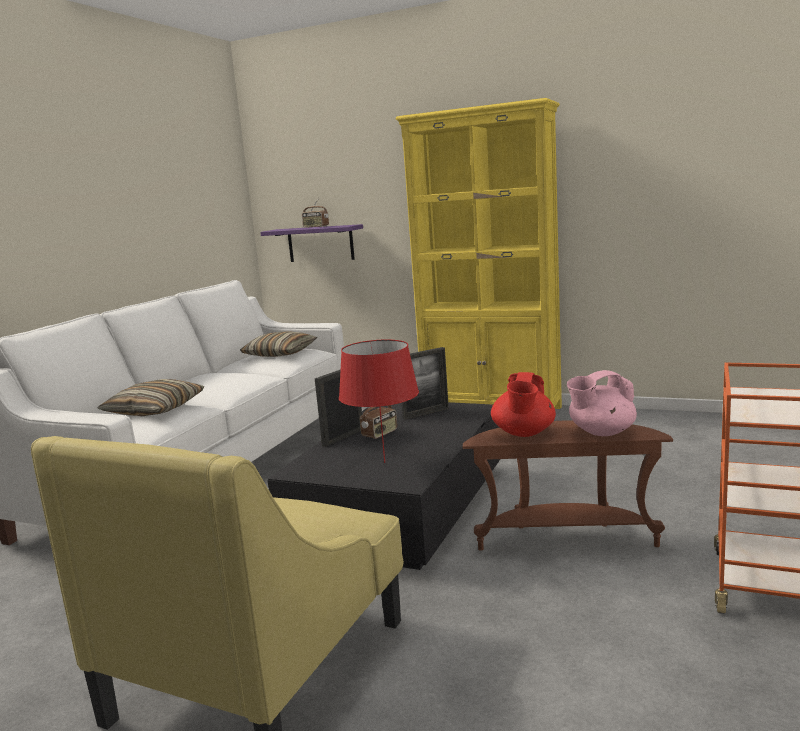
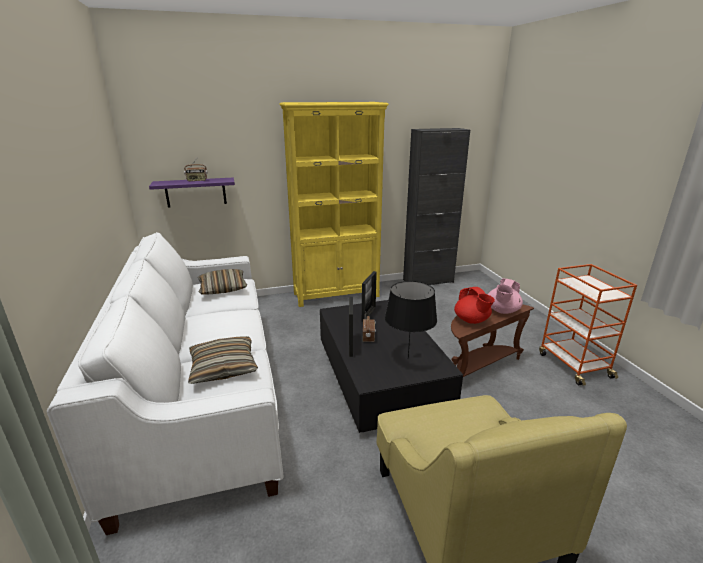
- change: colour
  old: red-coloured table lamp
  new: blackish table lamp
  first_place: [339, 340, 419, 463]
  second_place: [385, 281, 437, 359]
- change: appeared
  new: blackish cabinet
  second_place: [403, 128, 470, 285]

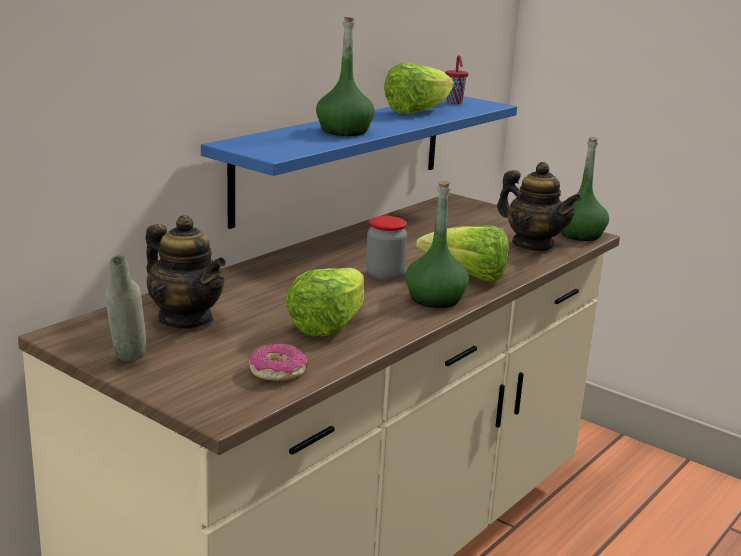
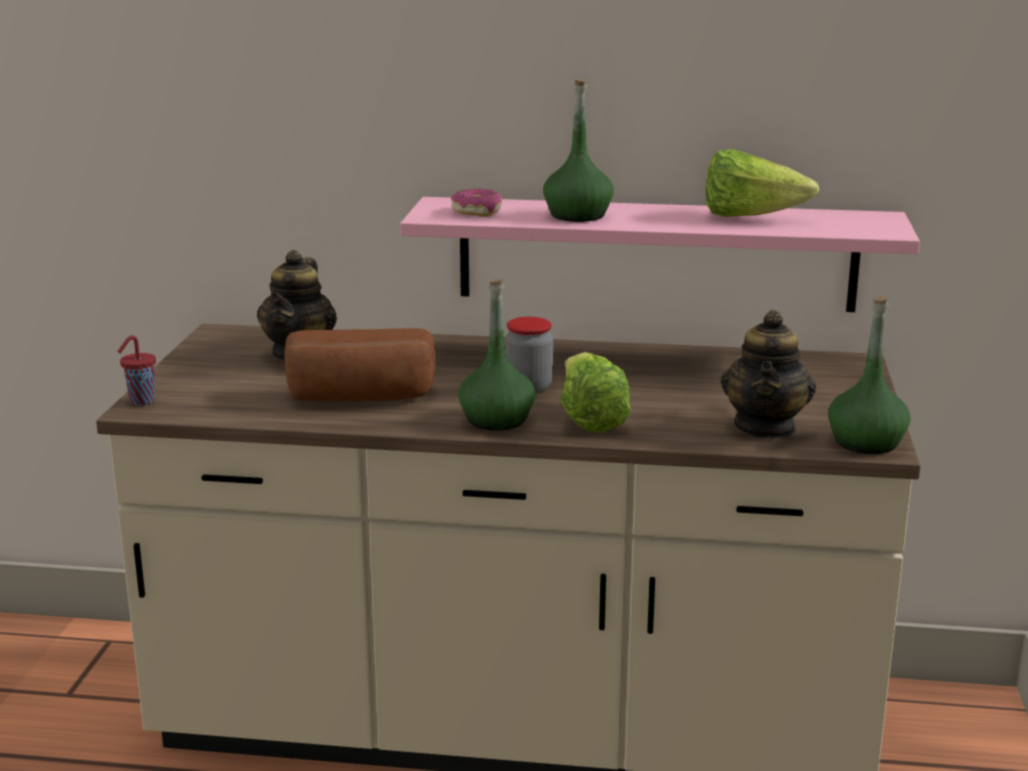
- change: relocated
  old: red-coloured small cup
  first_place: [445, 55, 468, 104]
  second_place: [118, 335, 156, 406]
- change: exchanged
  old: lettuce
  new: baked bread
  first_place: [285, 268, 364, 337]
  second_place: [284, 328, 435, 402]
- change: colour
  old: blue wall shelf
  new: pink-coloured wall shelf
  first_place: [201, 96, 517, 229]
  second_place: [400, 197, 920, 312]
- change: relocated
  old: donut
  first_place: [248, 343, 308, 381]
  second_place: [451, 189, 502, 217]
- change: missing
  old: greyish drink bottle
  first_place: [105, 256, 147, 362]

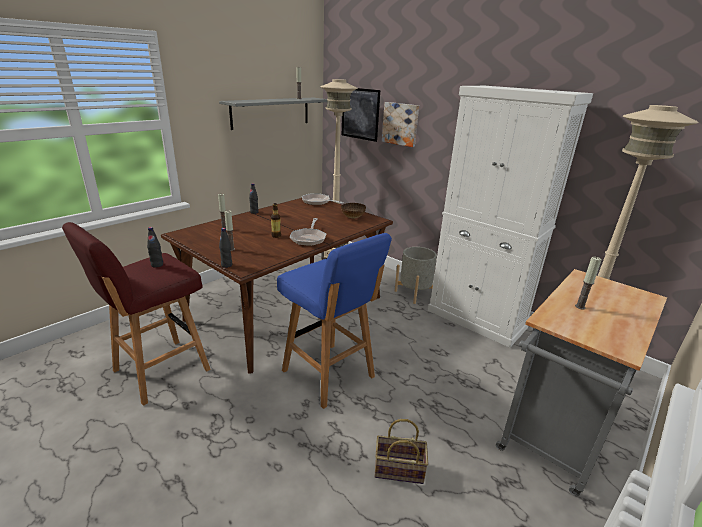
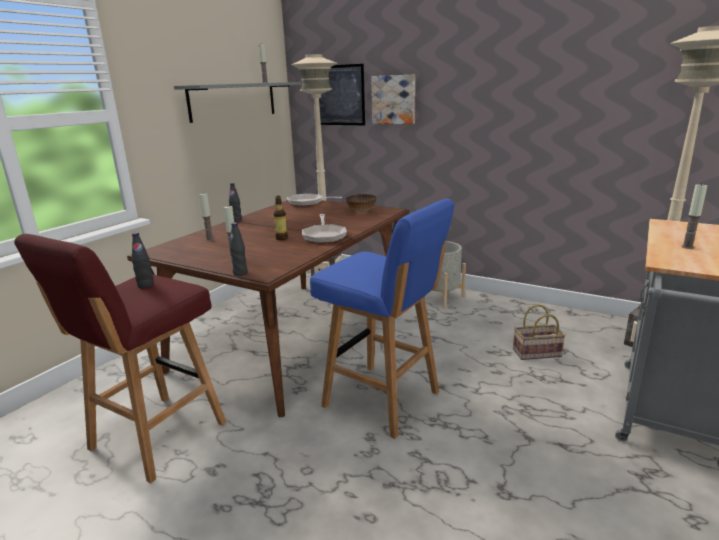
- change: relocated
  old: basket
  first_place: [375, 419, 428, 484]
  second_place: [513, 304, 566, 360]
- change: missing
  old: white cabinet
  first_place: [428, 86, 593, 348]

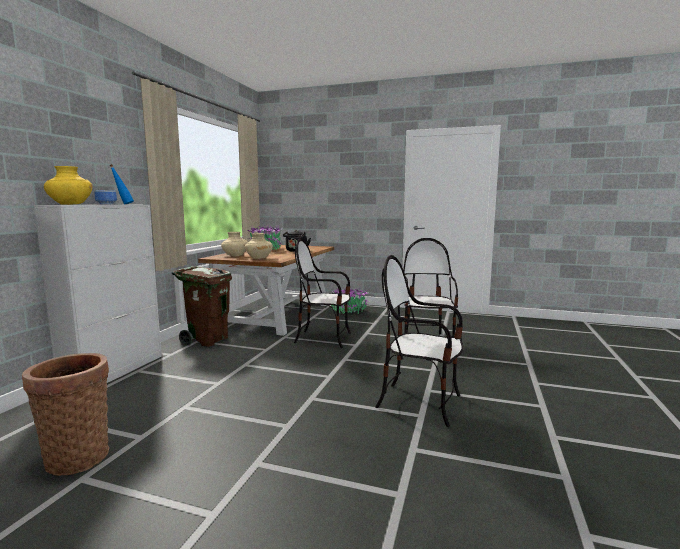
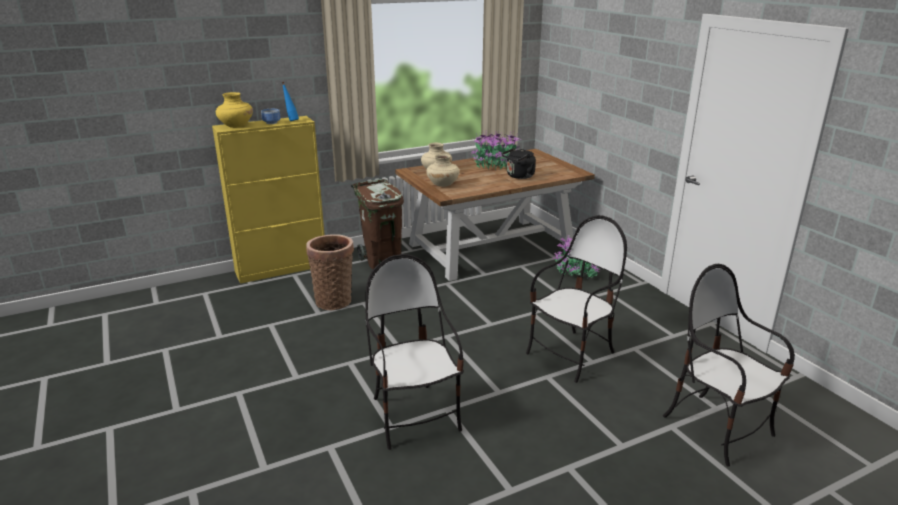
- change: colour
  old: white cabinet
  new: yellow-coloured cabinet
  first_place: [34, 205, 162, 383]
  second_place: [212, 116, 325, 284]
- change: relocated
  old: basket
  first_place: [22, 353, 109, 476]
  second_place: [306, 234, 354, 310]
- change: relocated
  old: chair
  first_place: [294, 239, 351, 348]
  second_place: [663, 264, 795, 466]

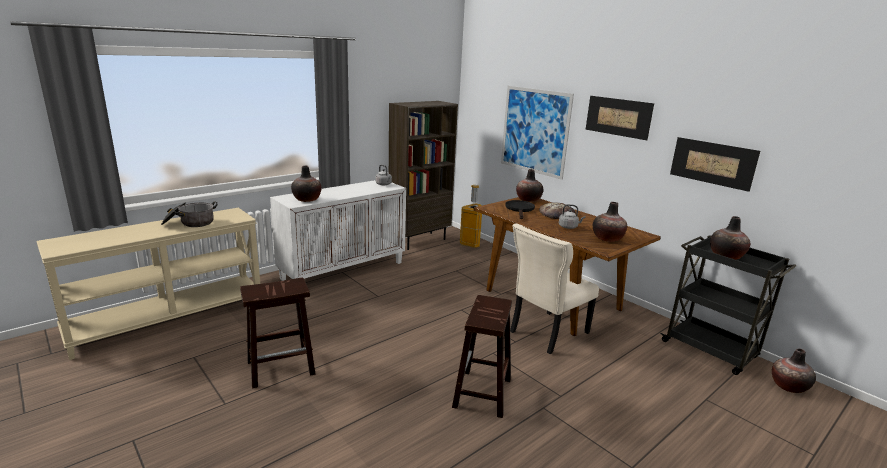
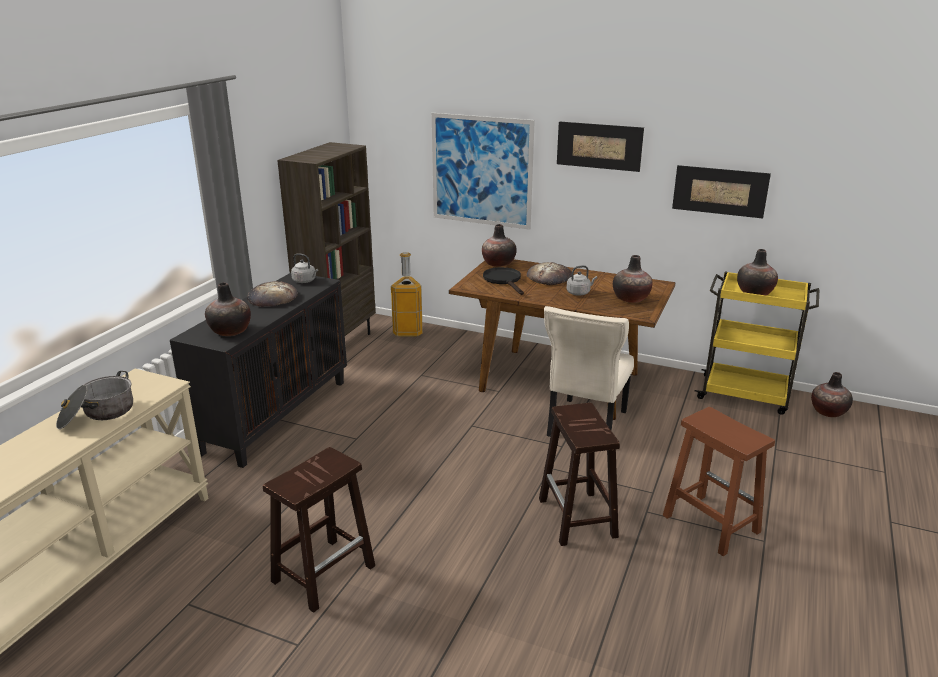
- change: colour
  old: white cabinet
  new: blackish cabinet
  first_place: [270, 180, 406, 281]
  second_place: [170, 273, 347, 468]
- change: appeared
  new: baked bread
  second_place: [247, 281, 298, 307]
- change: appeared
  new: brown-coloured stool seat
  second_place: [663, 407, 775, 556]
- change: colour
  old: blackish wheeled cart
  new: yellow-coloured wheeled cart
  first_place: [660, 235, 796, 375]
  second_place: [695, 271, 819, 415]

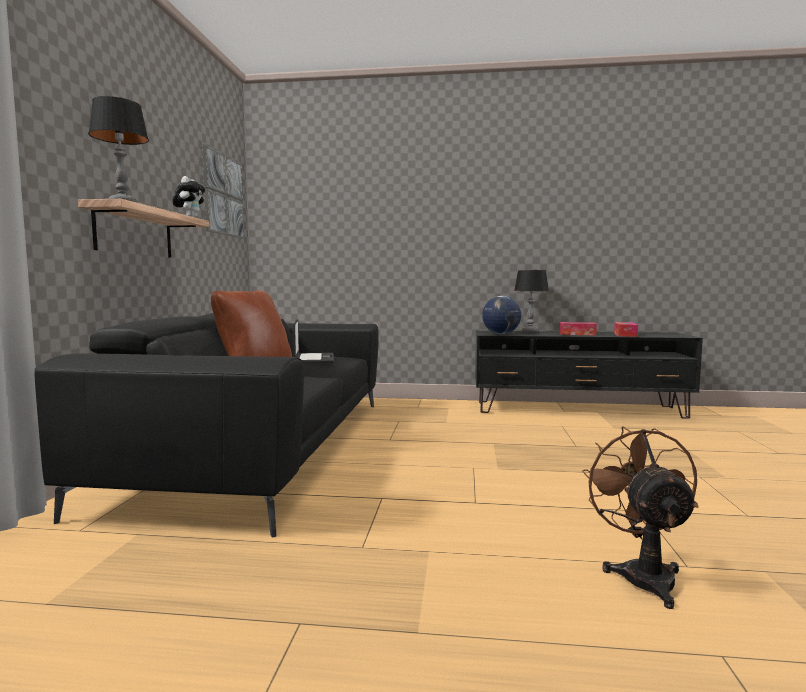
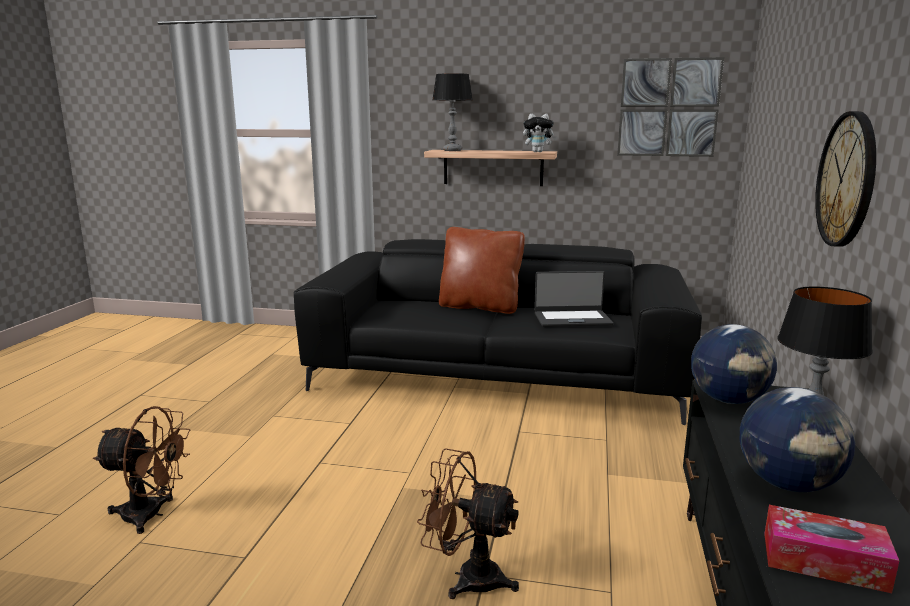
- change: appeared
  new: brown-coloured electric fan
  second_place: [417, 448, 519, 599]
- change: exchanged
  old: tissue holder
  new: world globe
  first_place: [559, 322, 597, 335]
  second_place: [740, 387, 855, 492]
- change: appeared
  new: wall clock
  second_place: [815, 111, 876, 247]

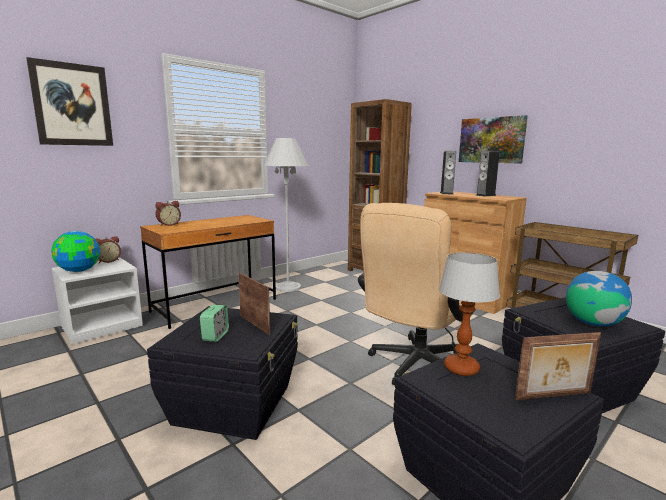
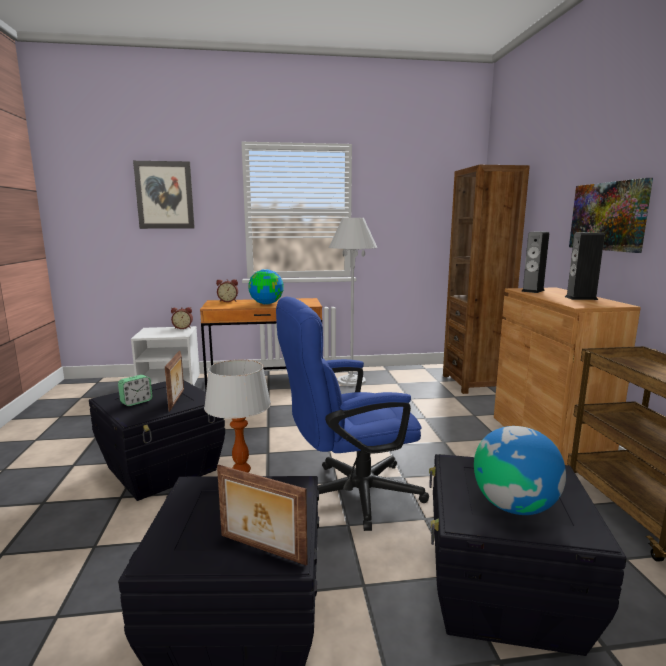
- change: relocated
  old: world globe
  first_place: [51, 231, 100, 272]
  second_place: [248, 269, 284, 305]
- change: colour
  old: beige computer chair
  new: blue computer chair
  first_place: [358, 203, 475, 385]
  second_place: [276, 297, 429, 531]

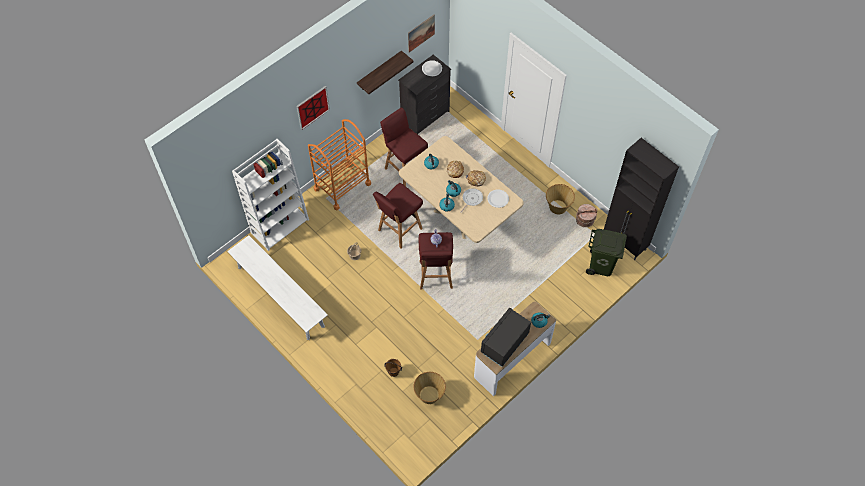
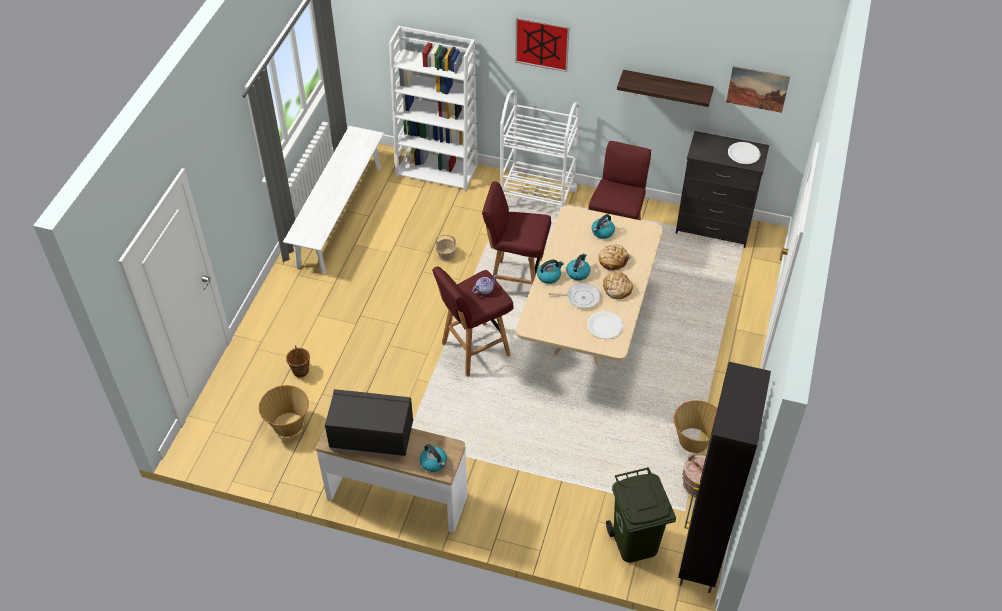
- change: colour
  old: orange-coloured wheeled cart
  new: white wheeled cart
  first_place: [308, 119, 371, 211]
  second_place: [501, 90, 580, 208]

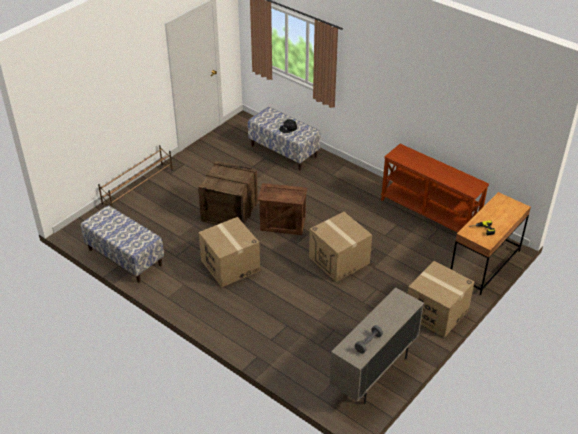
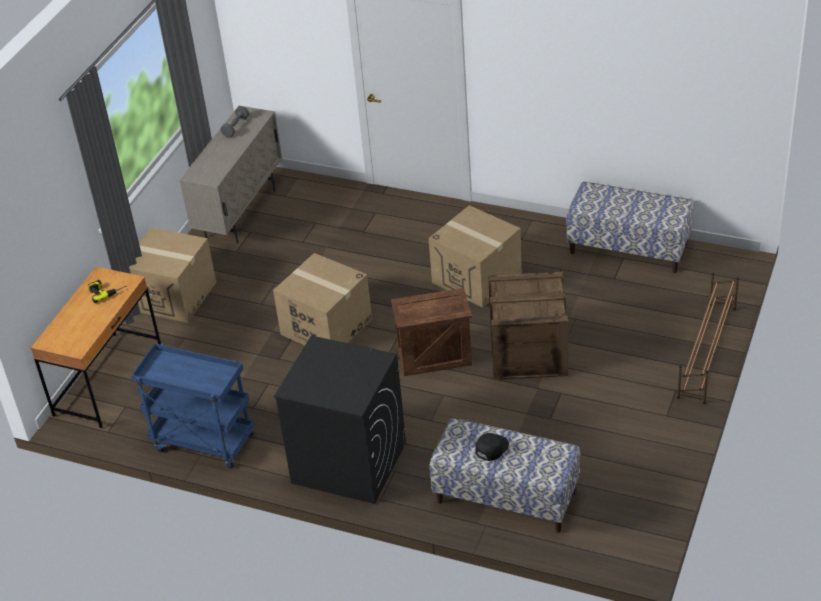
- change: exchanged
  old: brown-coloured hall table
  new: blue wheeled cart
  first_place: [381, 144, 489, 232]
  second_place: [131, 343, 255, 469]
- change: appeared
  new: blackish washing machine
  second_place: [274, 336, 406, 504]

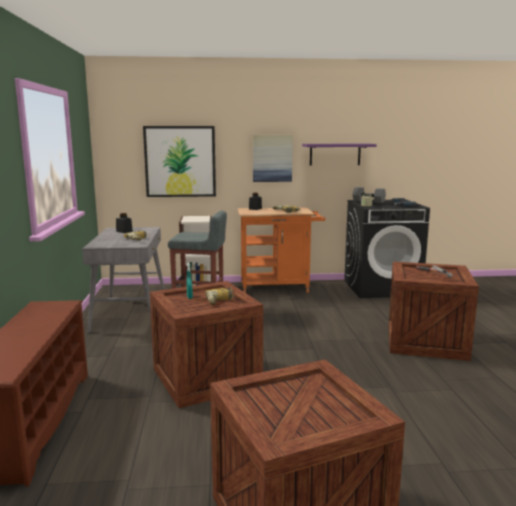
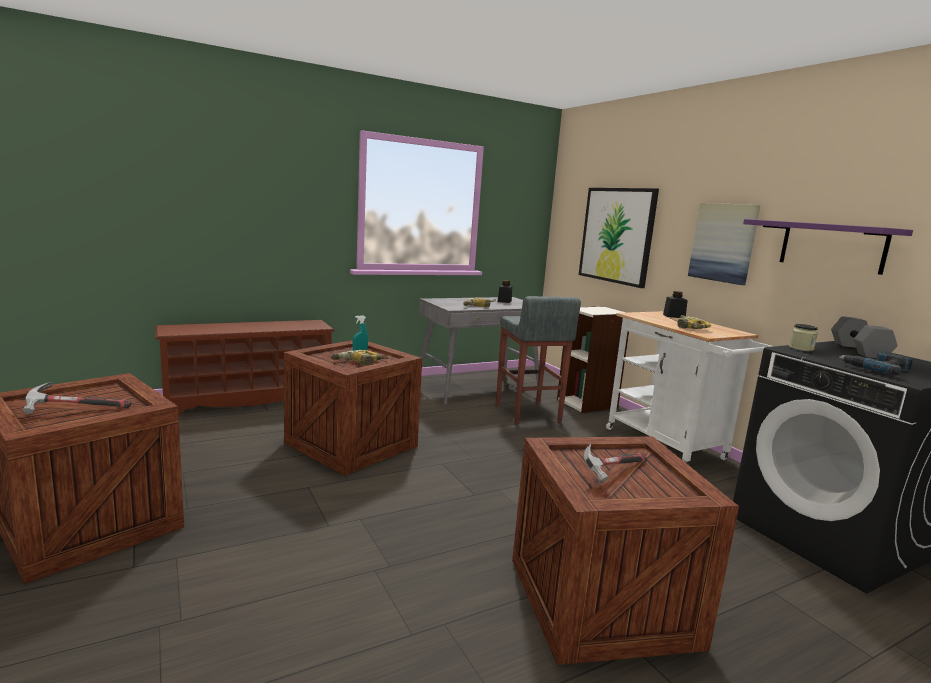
- change: appeared
  new: hand hammer
  second_place: [23, 382, 132, 414]
- change: colour
  old: orange-coloured wheeled cart
  new: white wheeled cart
  first_place: [238, 207, 325, 293]
  second_place: [606, 311, 773, 465]

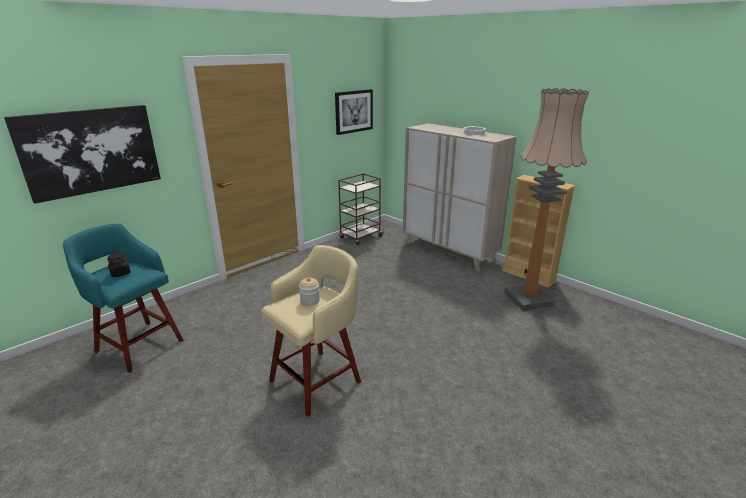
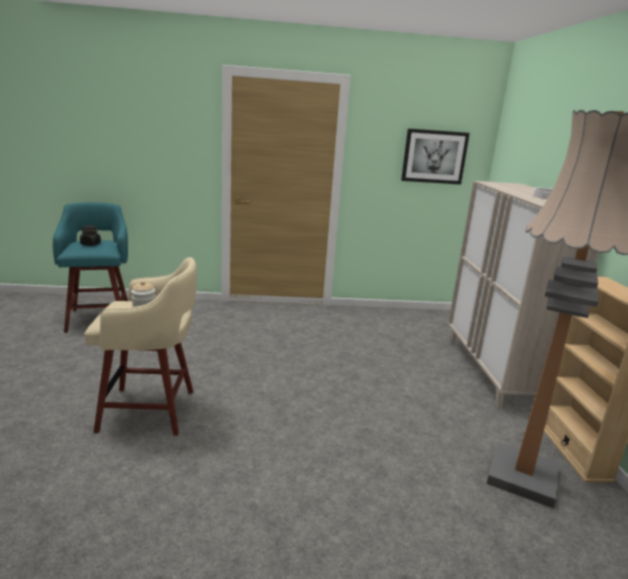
- change: missing
  old: wall picture
  first_place: [4, 105, 161, 204]
- change: missing
  old: brown-coloured wheeled cart
  first_place: [338, 174, 384, 245]

